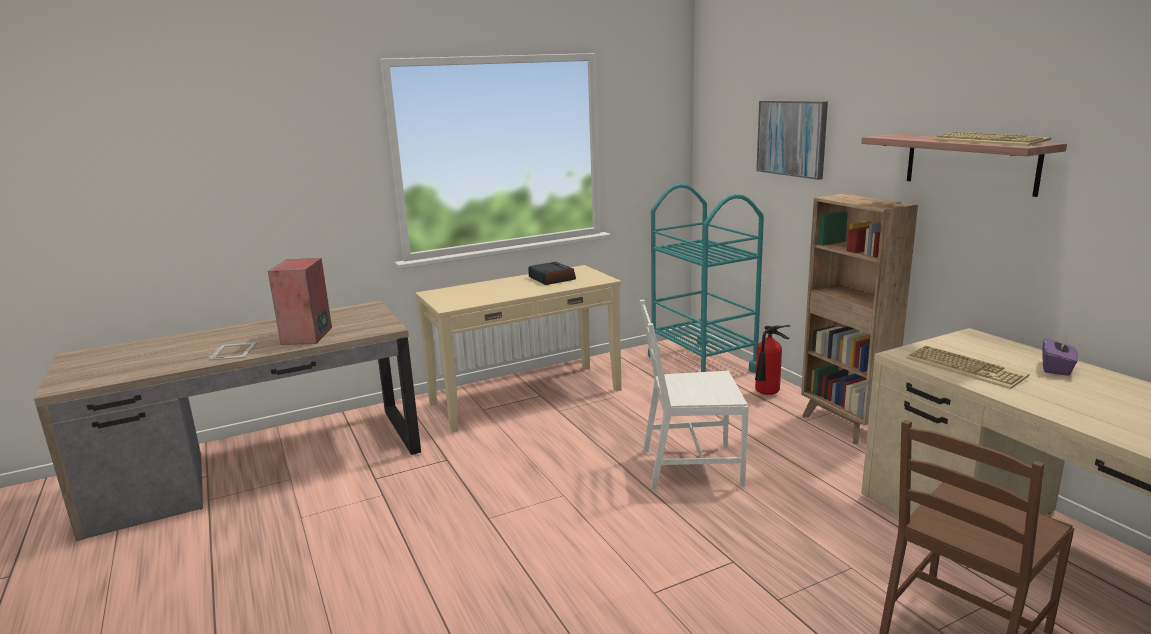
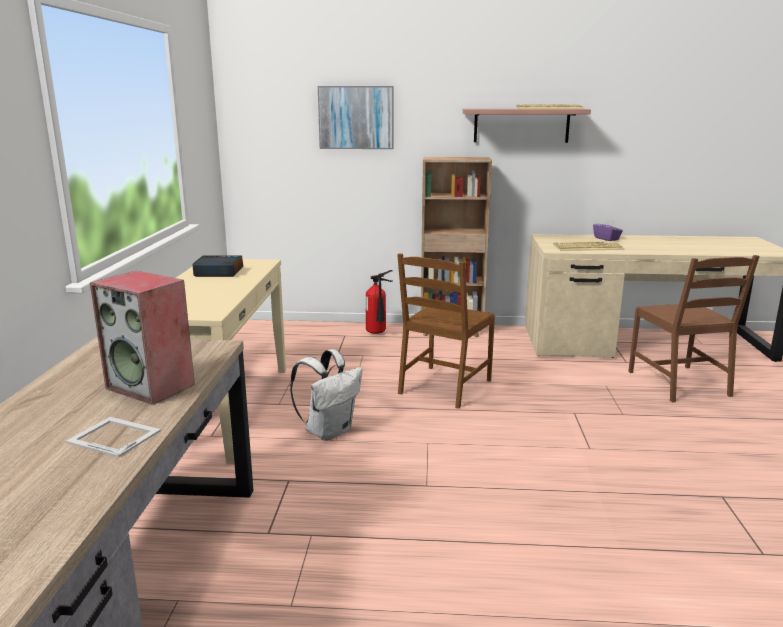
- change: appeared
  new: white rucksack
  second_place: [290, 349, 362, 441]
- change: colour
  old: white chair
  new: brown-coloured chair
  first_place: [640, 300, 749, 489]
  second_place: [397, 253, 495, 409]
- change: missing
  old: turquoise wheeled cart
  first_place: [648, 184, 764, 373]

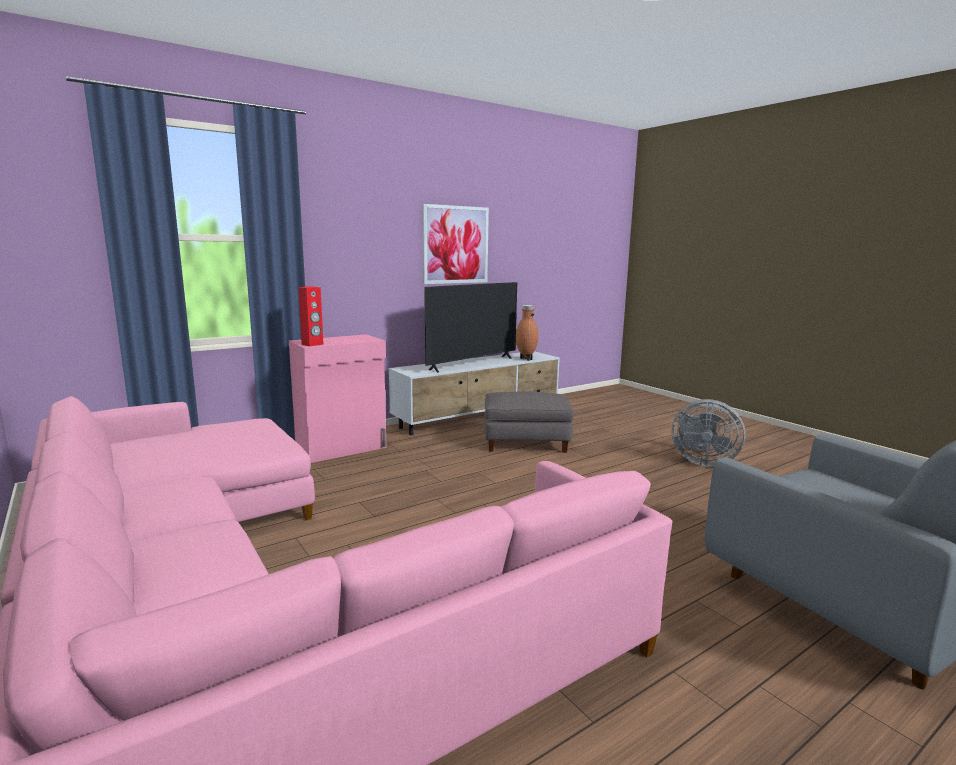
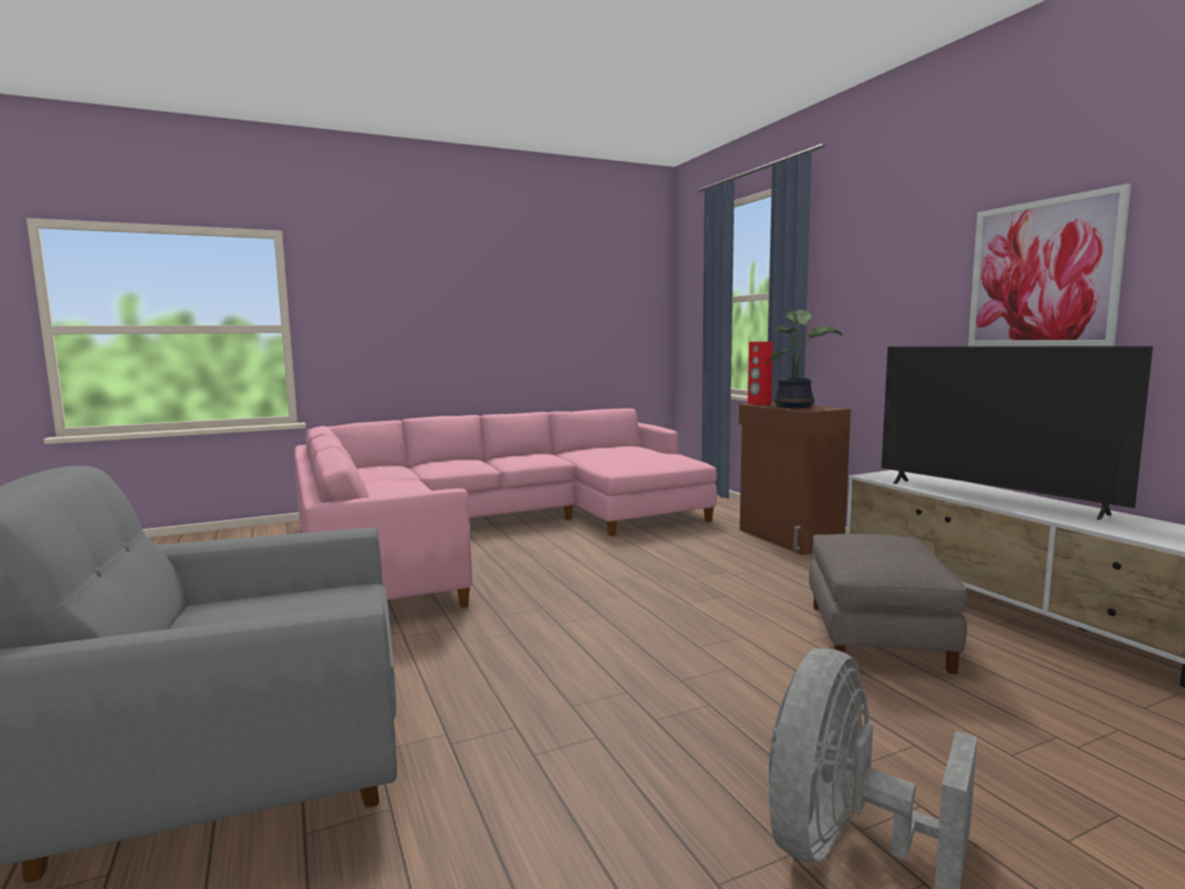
- change: colour
  old: pink-coloured cabinet
  new: brown-coloured cabinet
  first_place: [289, 334, 387, 463]
  second_place: [739, 402, 851, 555]
- change: appeared
  new: potted plant
  second_place: [765, 310, 842, 408]
- change: missing
  old: brown-coloured vase
  first_place: [516, 305, 538, 361]

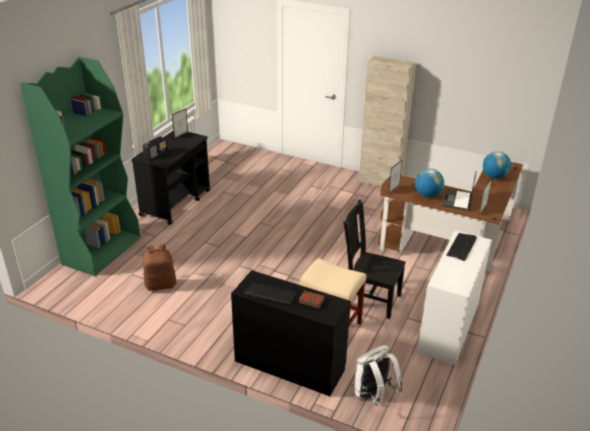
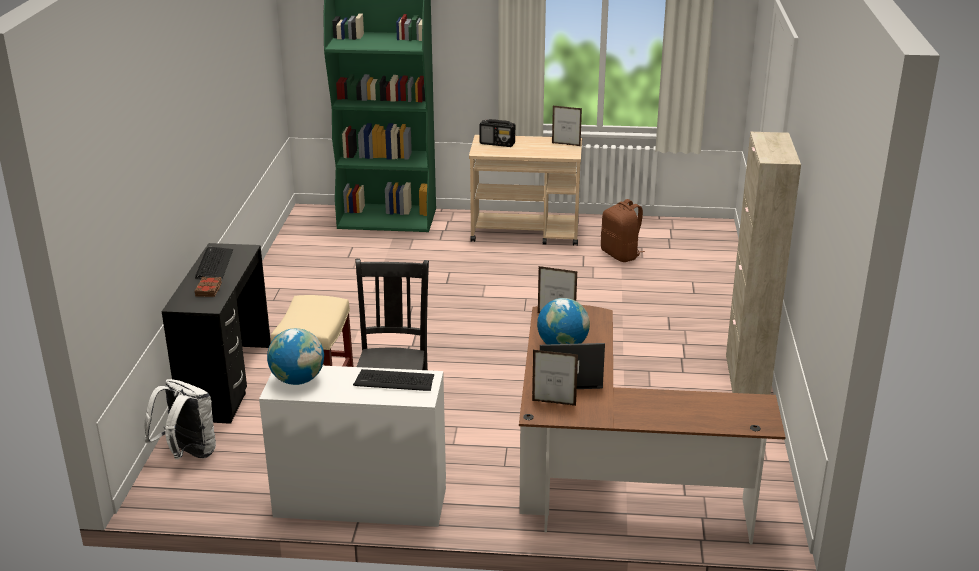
- change: relocated
  old: world globe
  first_place: [483, 151, 511, 179]
  second_place: [267, 328, 324, 385]
- change: colour
  old: blackish wheeled cart
  new: beige wheeled cart
  first_place: [131, 131, 211, 225]
  second_place: [469, 135, 582, 246]
- change: relocated
  old: brown-coloured rucksack
  first_place: [143, 244, 177, 291]
  second_place: [601, 199, 645, 262]

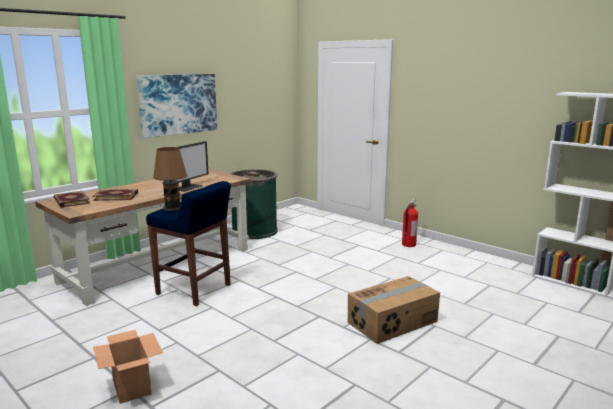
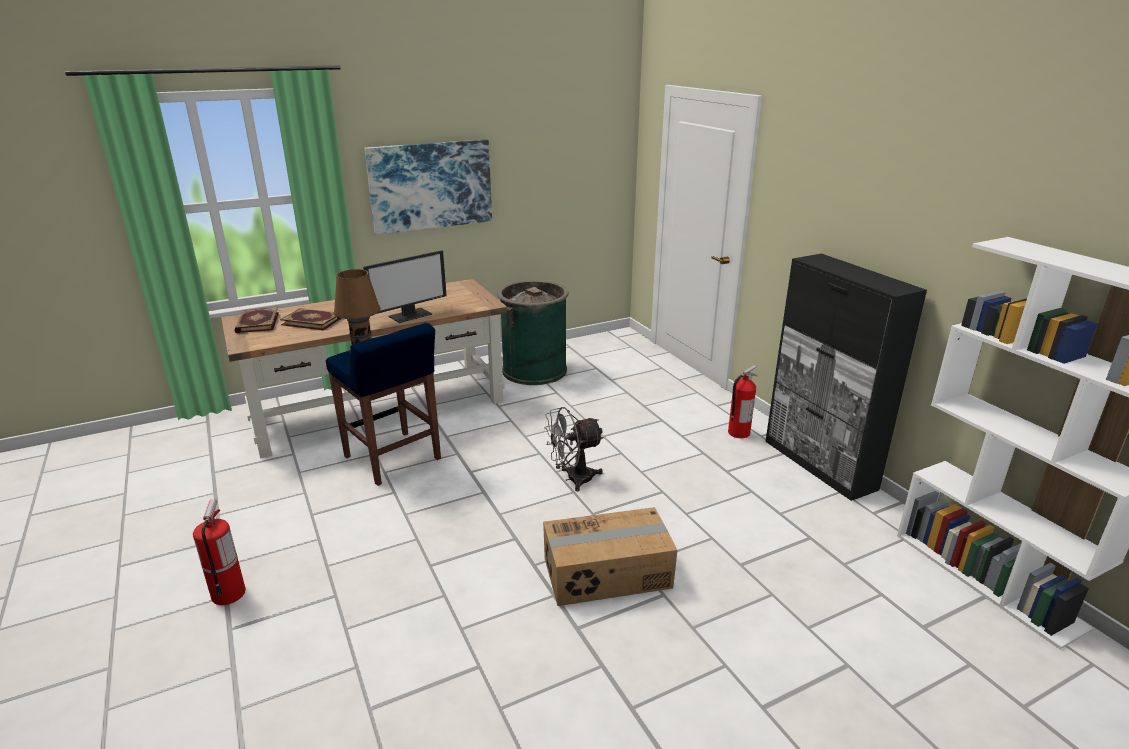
- change: exchanged
  old: cardboard box
  new: fire extinguisher
  first_place: [93, 330, 163, 404]
  second_place: [193, 499, 246, 605]
- change: appeared
  new: greyish electric fan
  second_place: [544, 407, 604, 491]
- change: appeared
  new: blackish cabinet
  second_place: [765, 253, 927, 501]

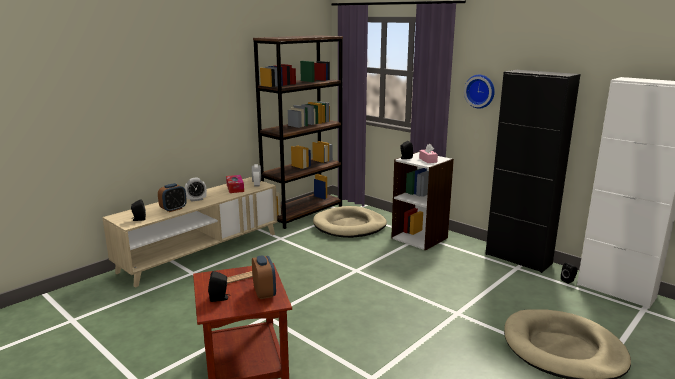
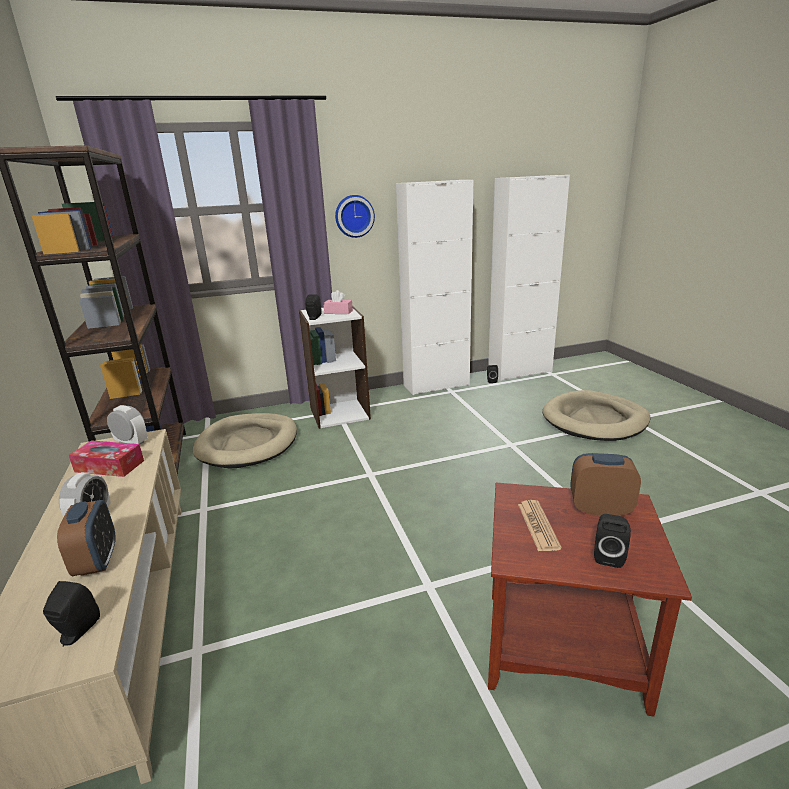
- change: colour
  old: blackish cabinet
  new: white cabinet
  first_place: [485, 70, 580, 273]
  second_place: [396, 180, 473, 395]

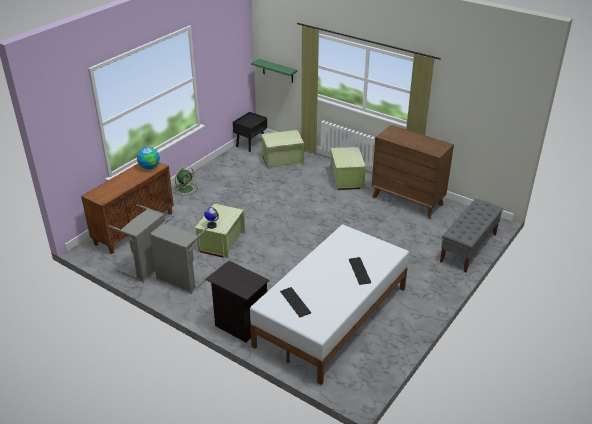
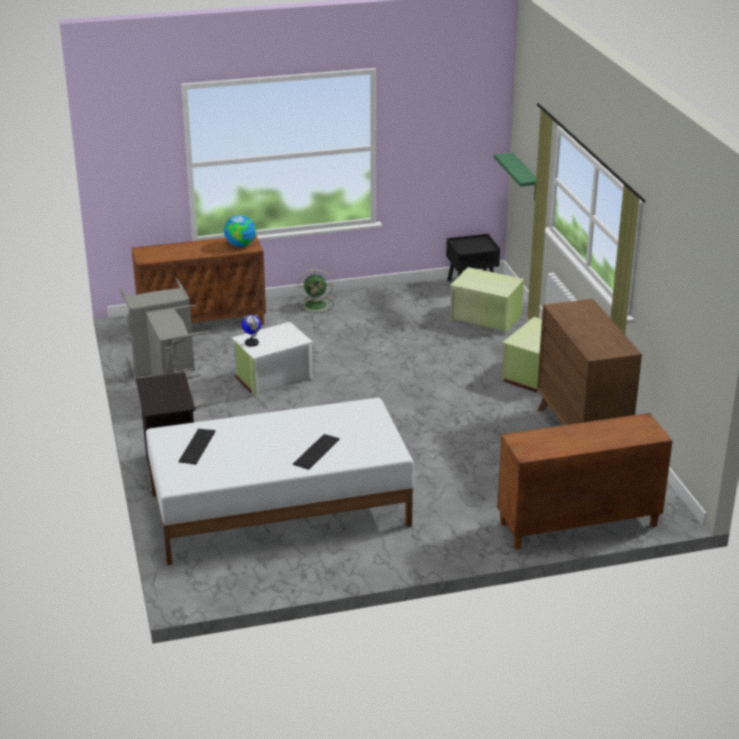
- change: colour
  old: greenish storage bin
  new: white storage bin
  first_place: [195, 204, 245, 258]
  second_place: [231, 322, 314, 397]
- change: exchanged
  old: greyish bench
  new: brown-coloured cabinet
  first_place: [440, 199, 503, 272]
  second_place: [497, 413, 673, 550]

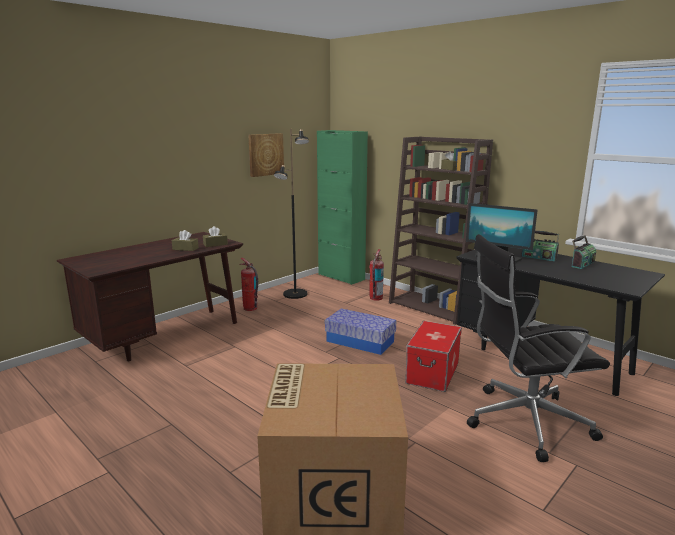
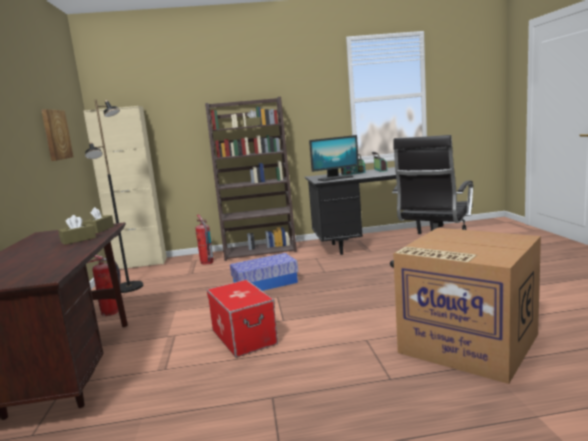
- change: colour
  old: greenish cabinet
  new: beige cabinet
  first_place: [317, 130, 368, 285]
  second_place: [83, 106, 167, 269]
- change: relocated
  old: storage bin
  first_place: [405, 321, 462, 392]
  second_place: [207, 280, 278, 358]

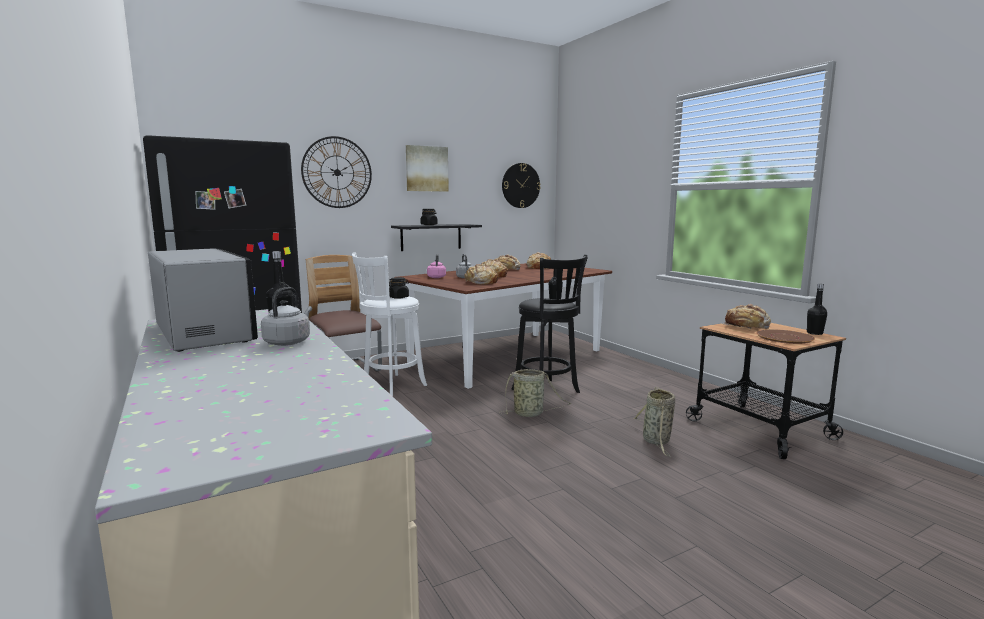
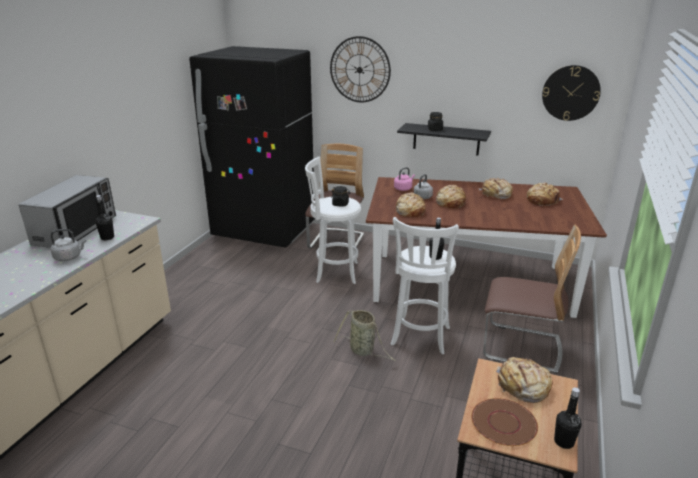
- change: colour
  old: blackish stool seat
  new: white stool seat
  first_place: [511, 254, 587, 393]
  second_place: [391, 217, 459, 355]
- change: appeared
  new: chair
  second_place: [483, 225, 581, 373]
- change: missing
  old: wall picture
  first_place: [406, 145, 449, 192]
- change: missing
  old: basket
  first_place: [634, 387, 675, 457]

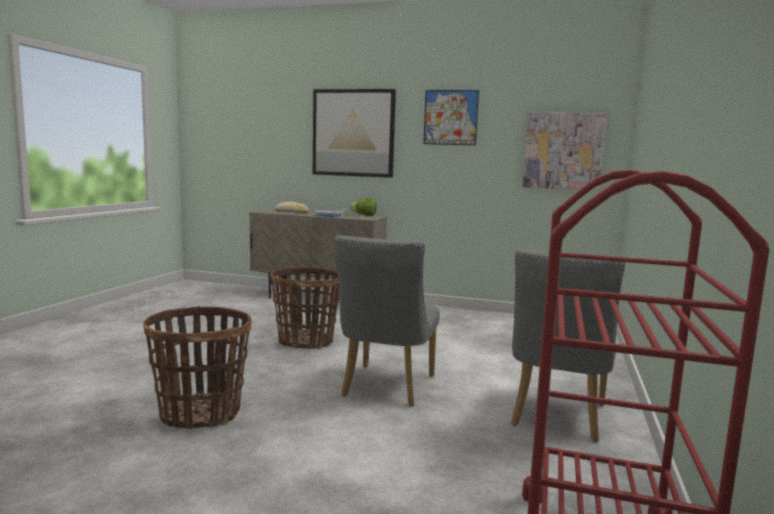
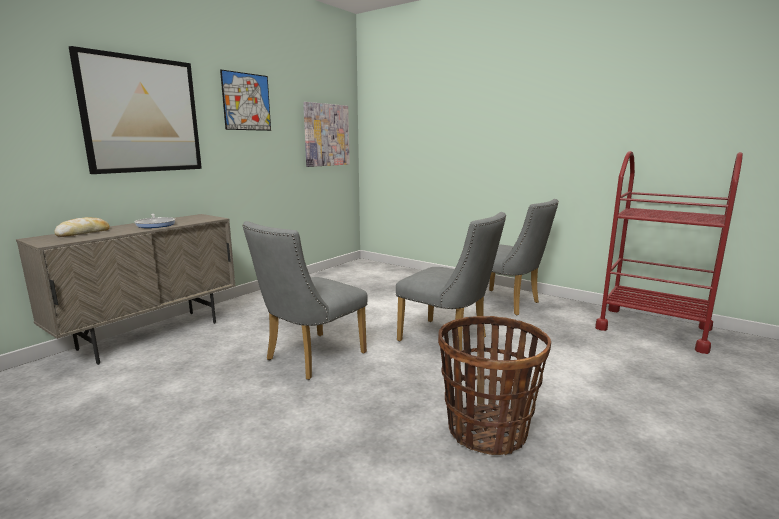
- change: exchanged
  old: basket
  new: greyish chair
  first_place: [270, 267, 339, 349]
  second_place: [242, 221, 368, 380]
- change: missing
  old: lettuce
  first_place: [351, 198, 377, 216]

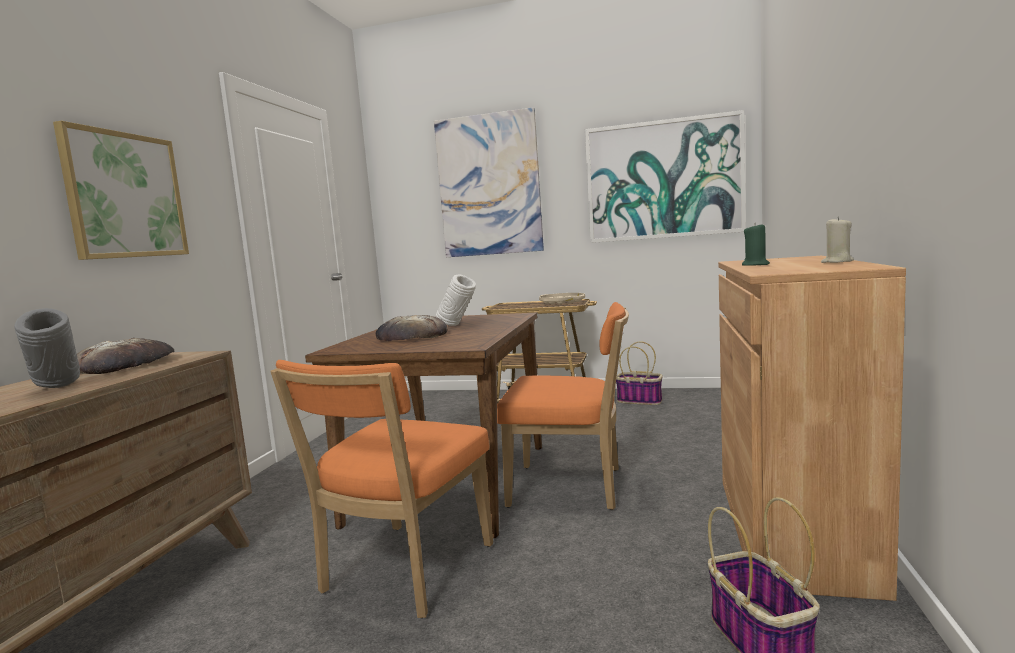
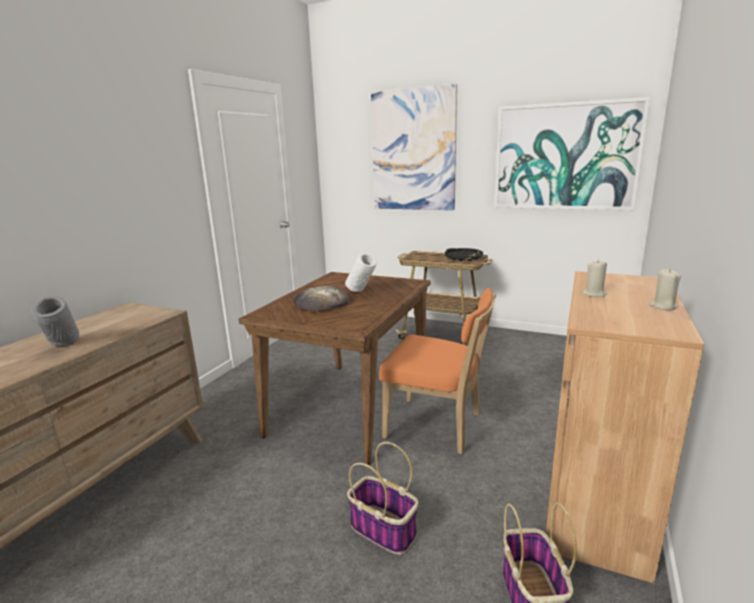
- change: relocated
  old: basket
  first_place: [616, 342, 663, 405]
  second_place: [347, 442, 418, 555]
- change: colour
  old: beige tray
  new: blackish tray
  first_place: [539, 293, 585, 304]
  second_place: [445, 248, 483, 261]
- change: colour
  old: greenish wax candle
  new: beige wax candle
  first_place: [742, 223, 770, 266]
  second_place: [582, 259, 607, 297]
- change: missing
  old: wall picture
  first_place: [53, 121, 189, 260]
- change: missing
  old: baked bread
  first_place: [77, 338, 175, 374]
- change: missing
  old: orange-coloured chair
  first_place: [270, 360, 493, 618]

